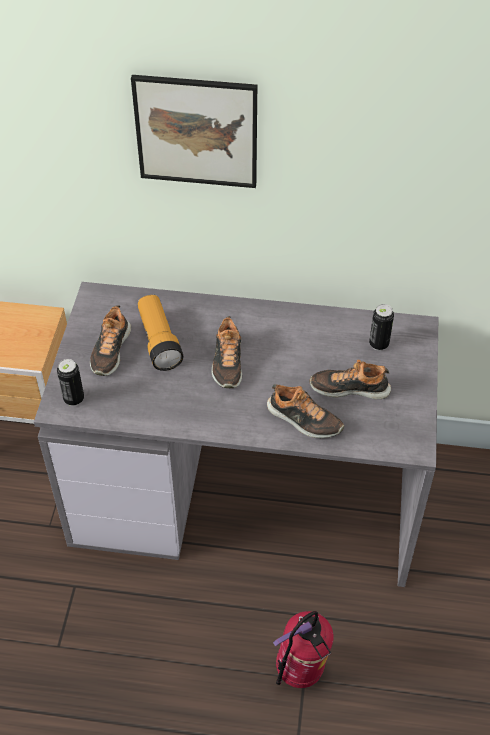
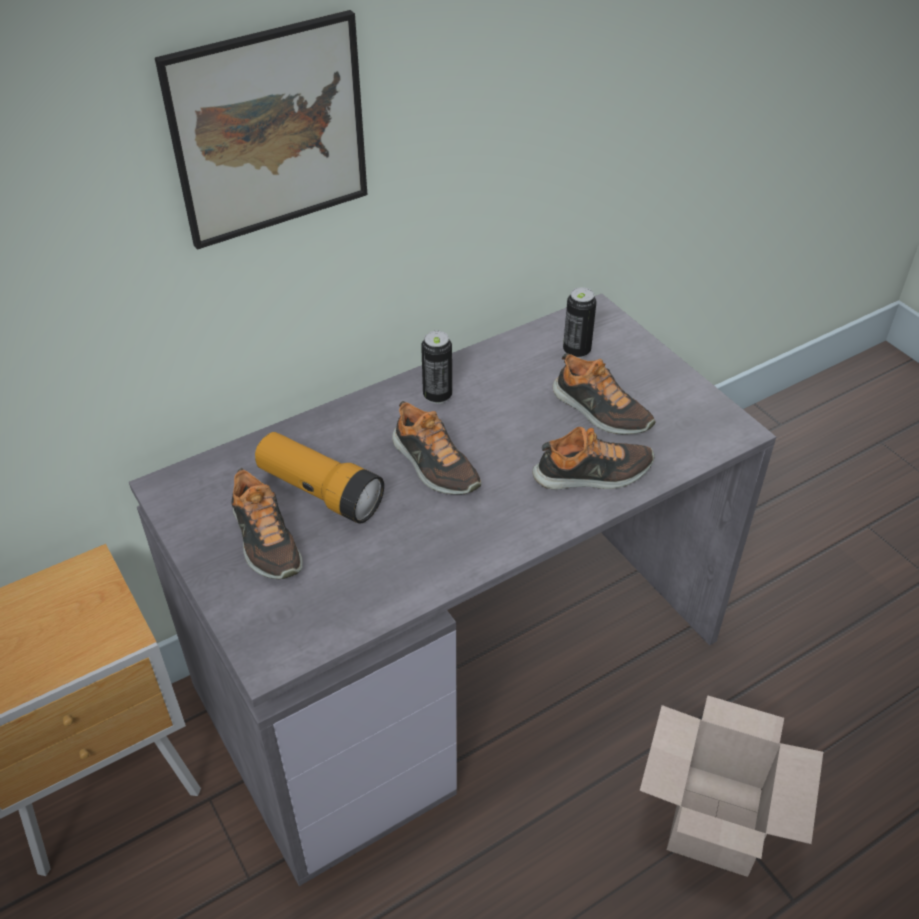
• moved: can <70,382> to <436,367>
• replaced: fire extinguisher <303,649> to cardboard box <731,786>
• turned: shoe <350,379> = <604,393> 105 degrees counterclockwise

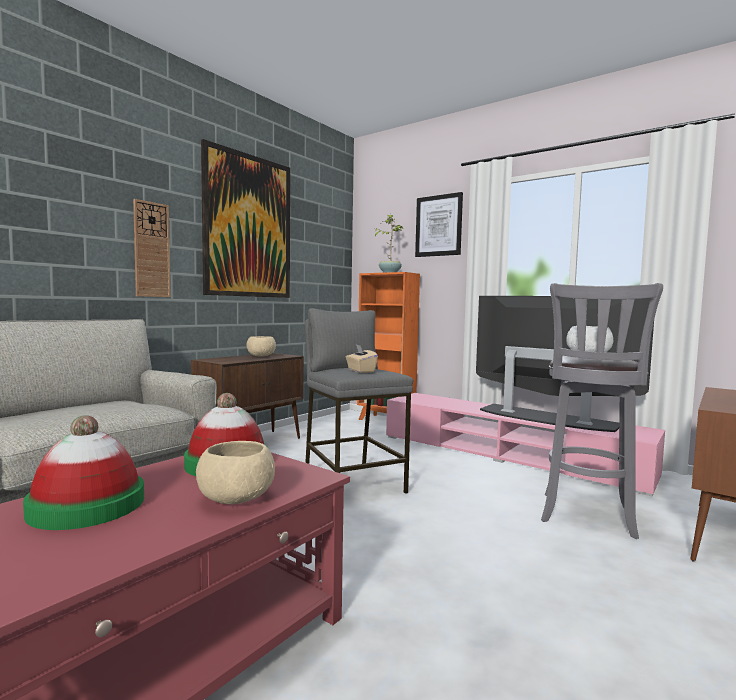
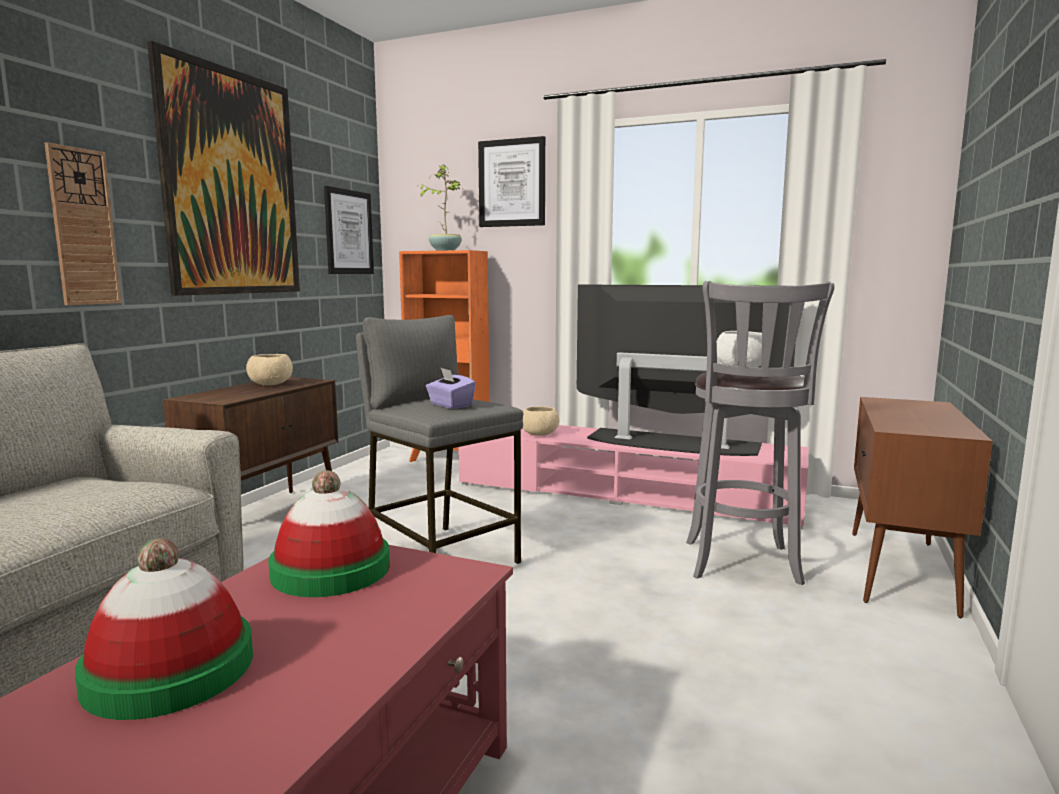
• added: picture <349,230>
• moved: beige bowl <235,472> to <540,421>
• recoloured: beige tissue box <362,358> to purple tissue box <451,388>

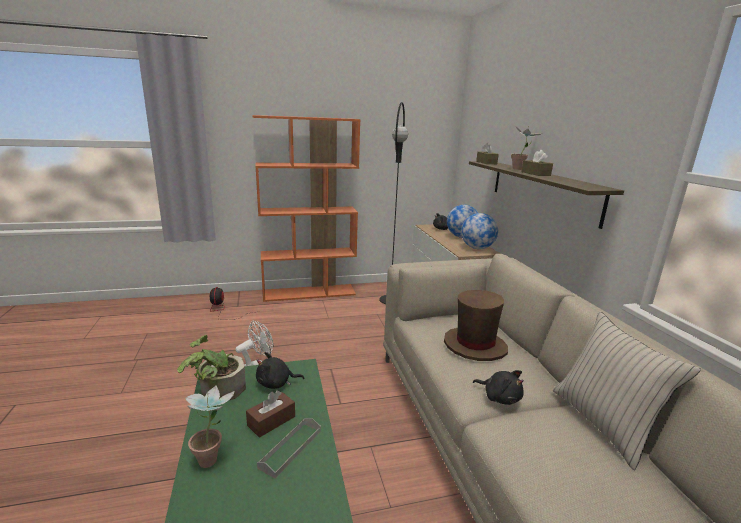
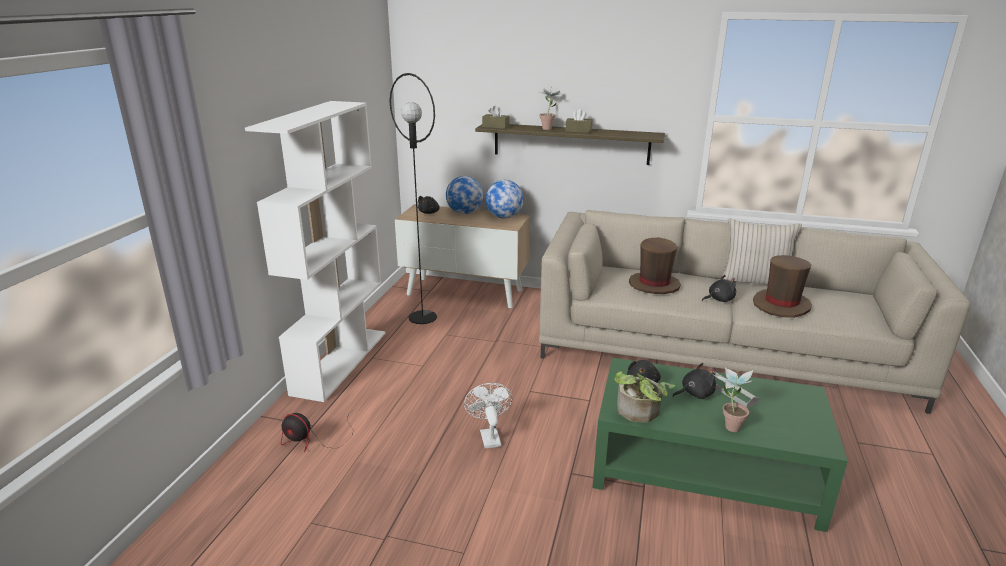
• added: brown hat <782,286>
• replaced: brown tissue box <270,414> to black plush toy <694,381>
• recoloured: orange bookcase <306,208> to white bookcase <315,251>

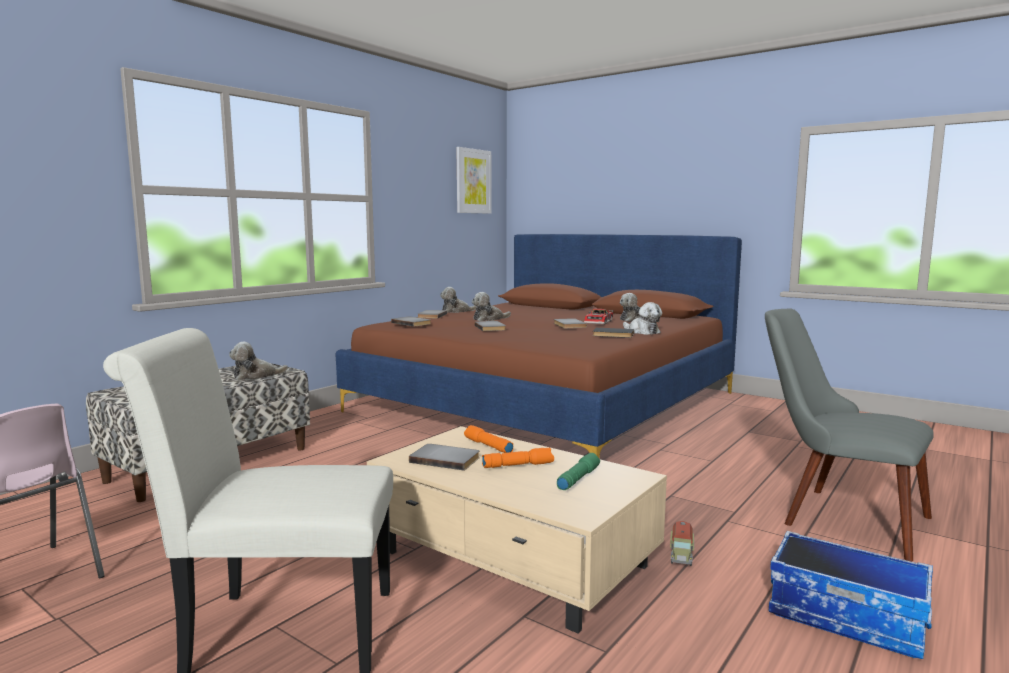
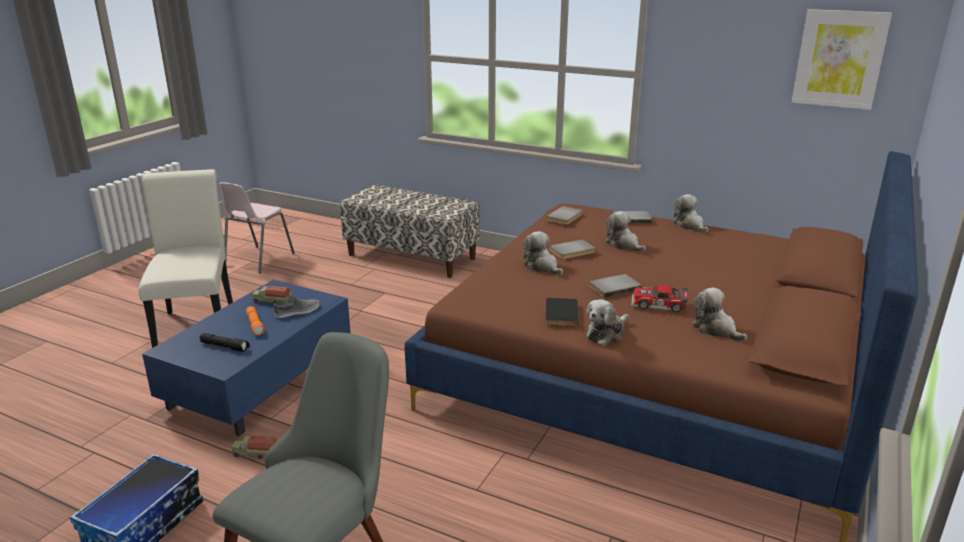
• moved: plush toy <258,361> to <543,253>
• replaced: grey book <444,457> to toy truck <272,295>
• replaced: orange flashlight <488,439> to grey shoe <296,307>
• recoloured: beige coffee table <517,530> to blue coffee table <246,358>
• recoloured: green flashlight <578,471> to black flashlight <224,342>

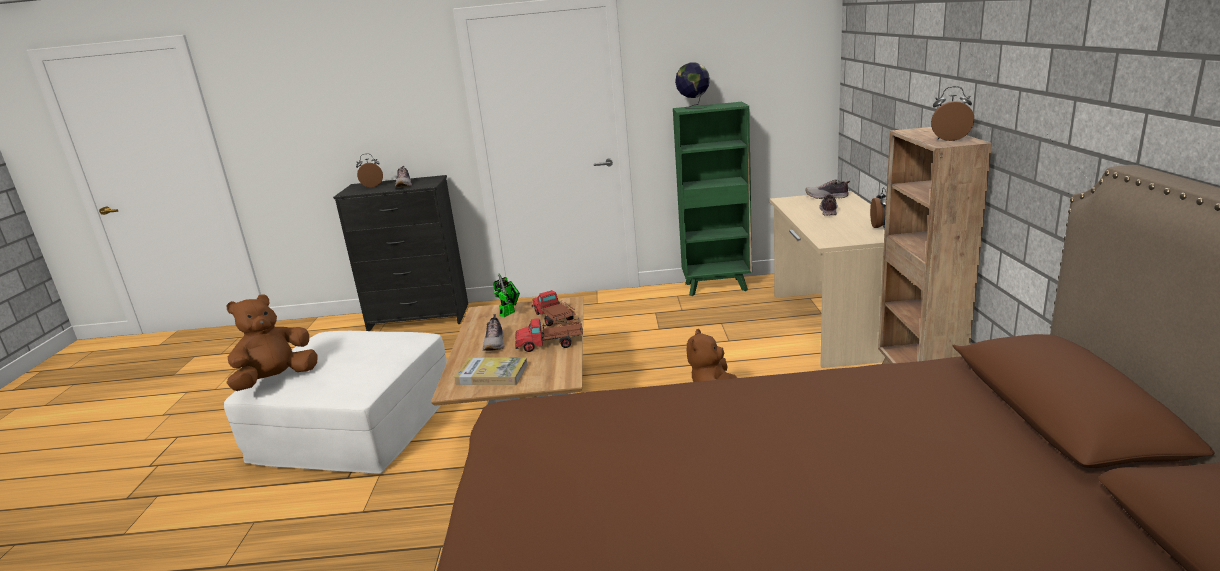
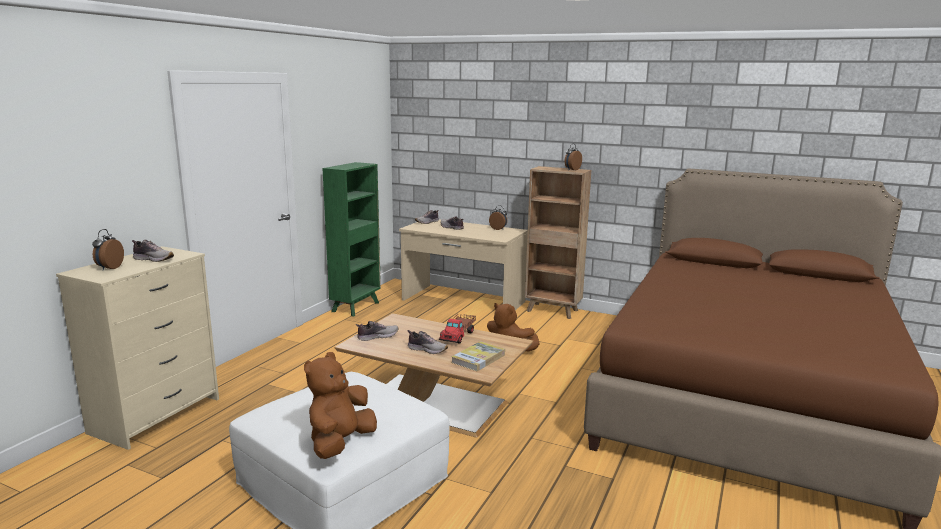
• removed: toy truck <554,308>
• removed: globe <692,85>
• replaced: toy robot <506,295> to shoe <377,331>
• recoloured: black dresser <400,253> to beige dresser <137,348>
• turned: brown plush toy <272,343> = <340,405> 45 degrees clockwise

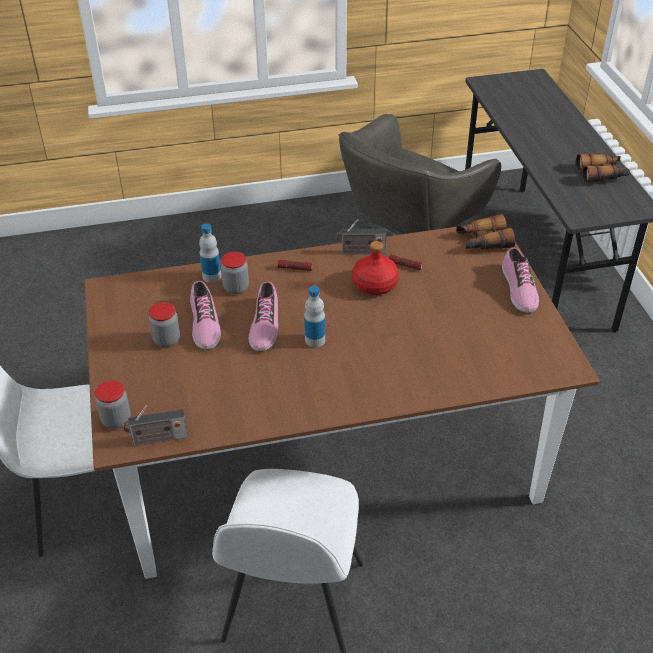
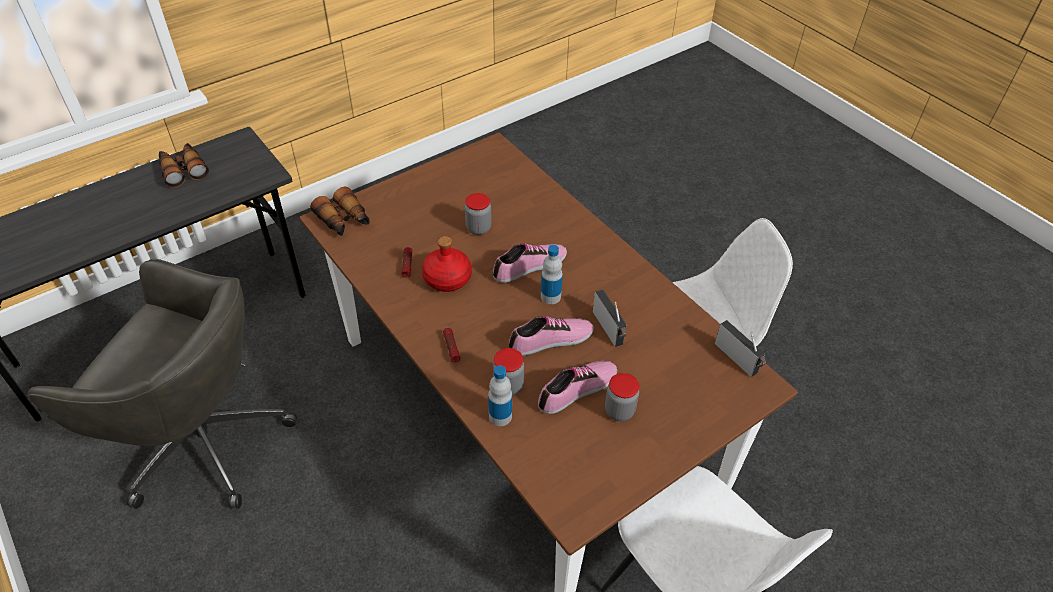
• moved: jar <113,405> to <478,214>
• moved: radio <361,236> to <609,318>
• moved: shoe <520,280> to <530,263>

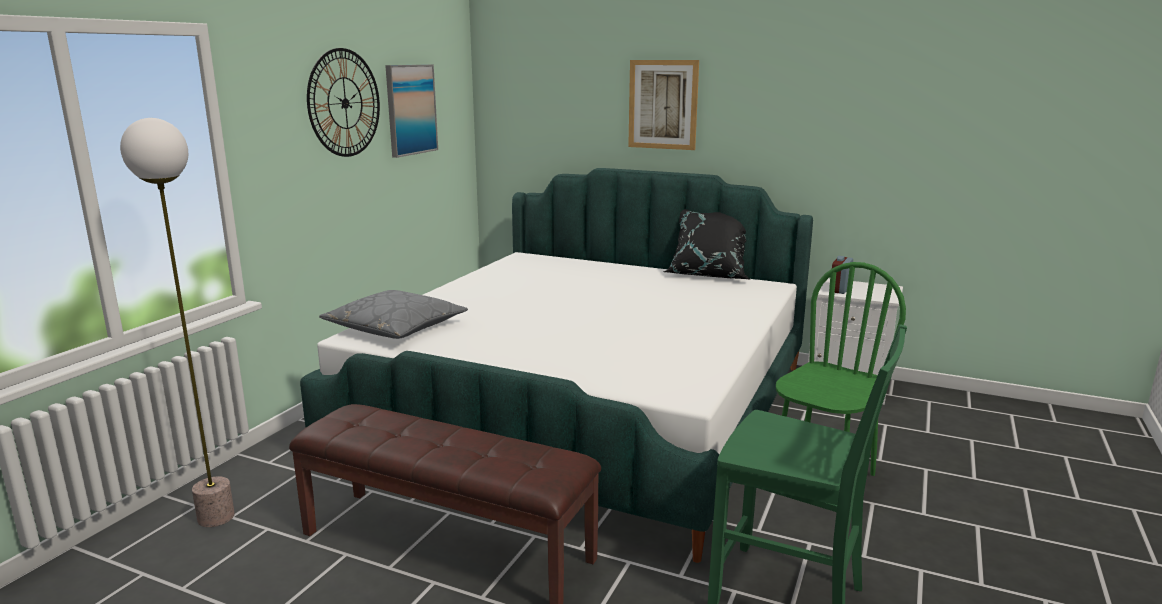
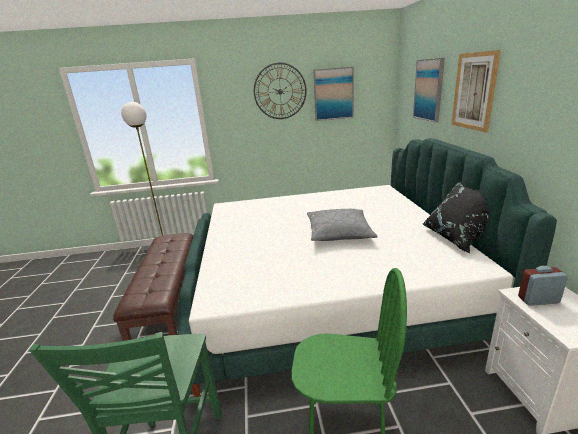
• added: picture <429,90>
• moved: grey pillow <393,314> to <342,225>

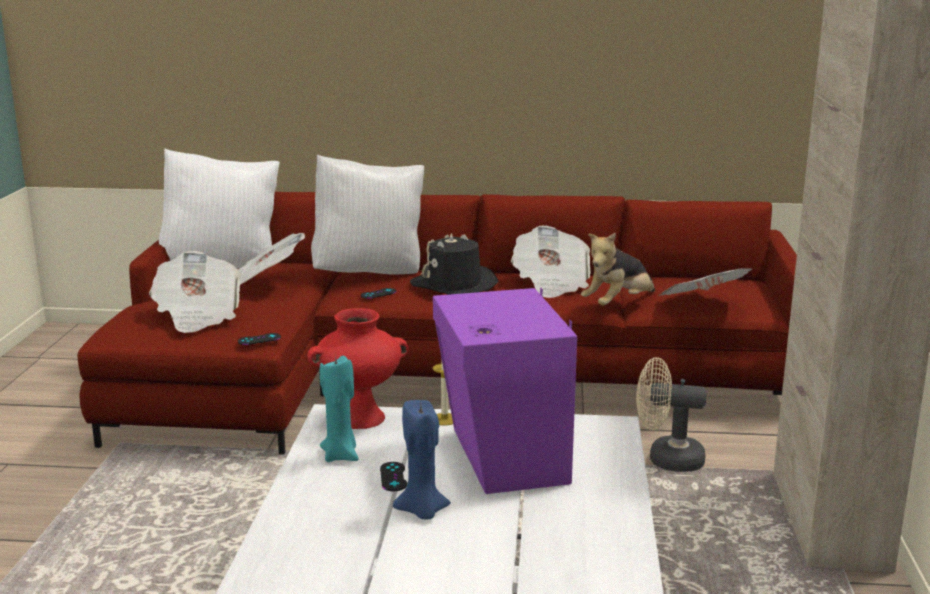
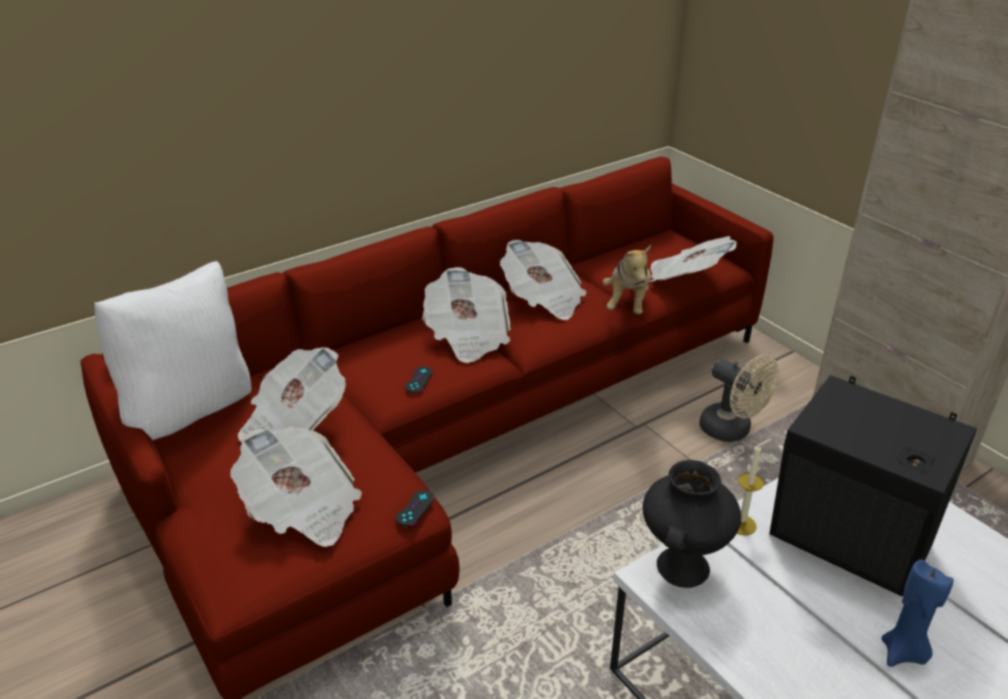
• removed: white pillow <367,214>
• removed: turquoise candle <339,408>
• removed: black game controller <393,476>
• replaced: black hat <454,264> to newspaper <466,315>
• recoloured: red vase <357,368> to black vase <691,524>
• recoloured: purple speaker <505,391> to black speaker <873,486>
• turned: beige fan <671,414> = <739,398> 105 degrees counterclockwise

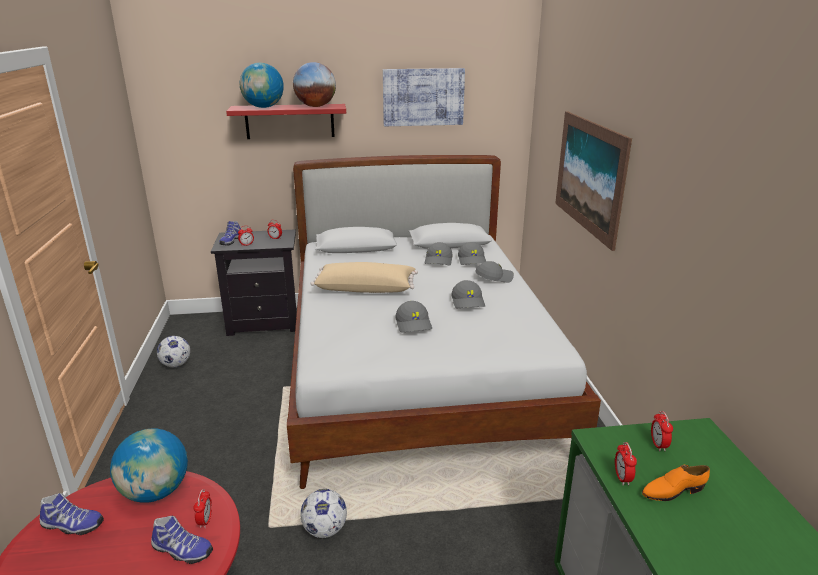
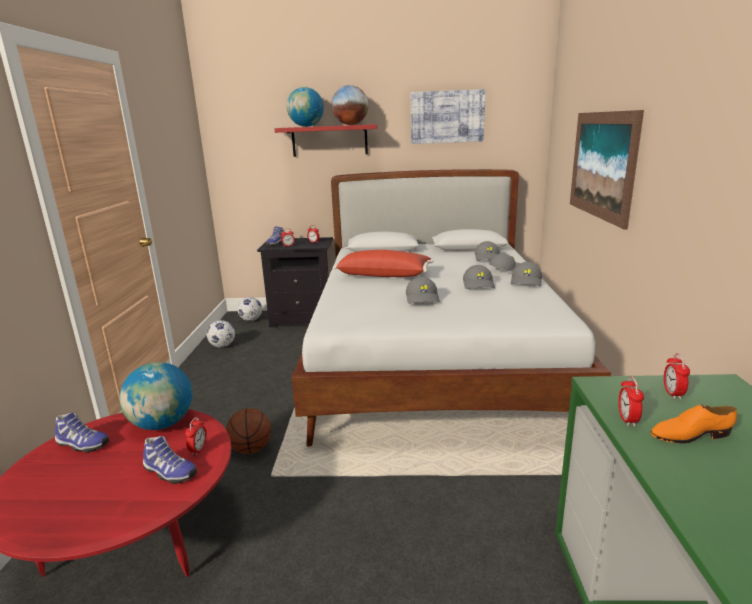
• added: basketball <248,431>
• moved: football <323,513> to <250,309>
• moved: grey cap <439,253> to <526,274>
• recoloured: beige pillow <364,277> to red pillow <383,263>

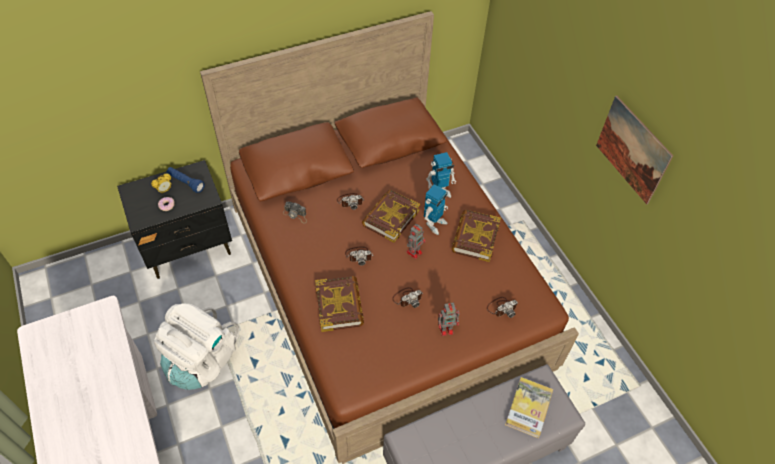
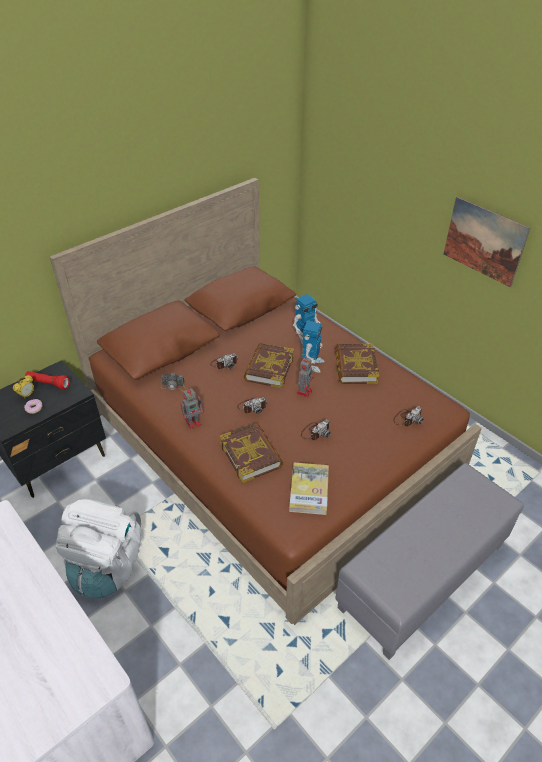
• moved: toy robot <448,319> to <192,408>
• moved: book <529,407> to <309,489>
• recoloured: blue flashlight <186,180> to red flashlight <47,380>

